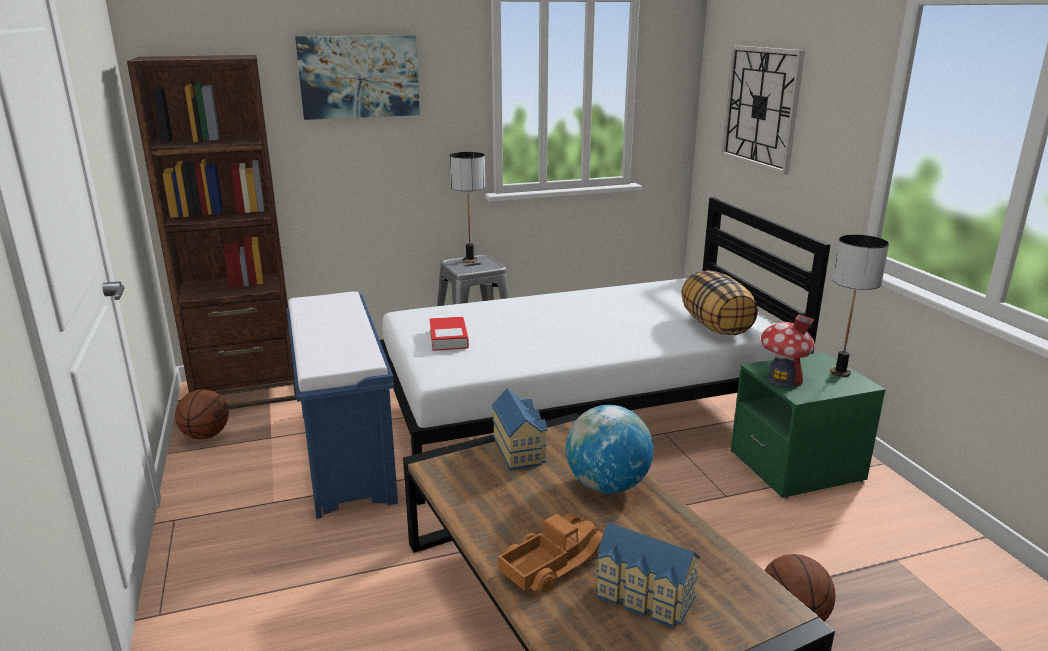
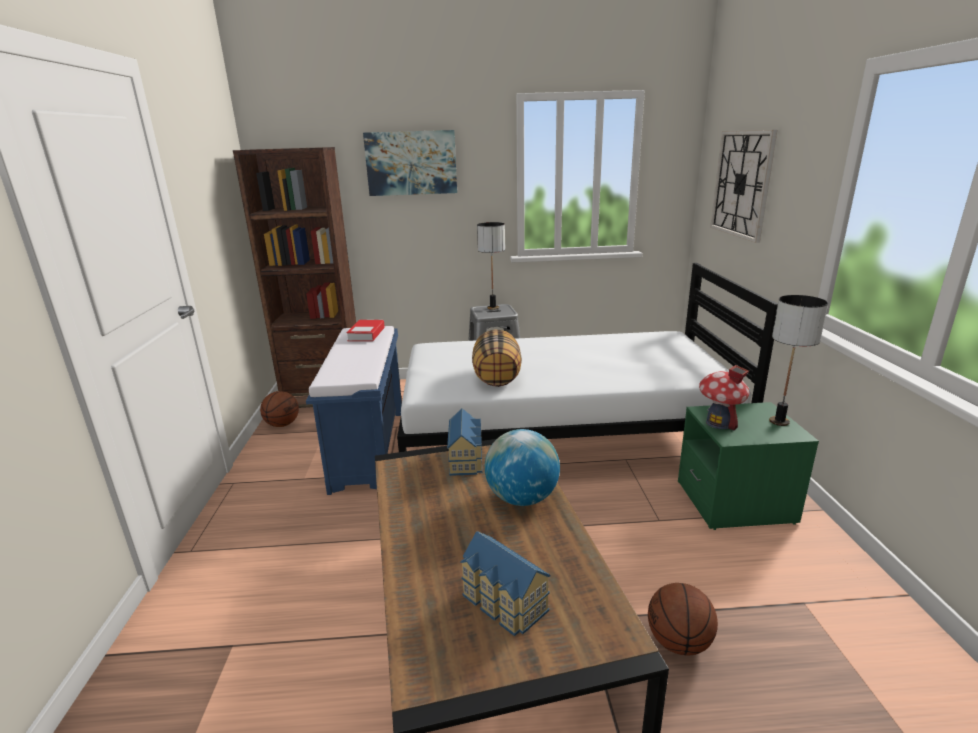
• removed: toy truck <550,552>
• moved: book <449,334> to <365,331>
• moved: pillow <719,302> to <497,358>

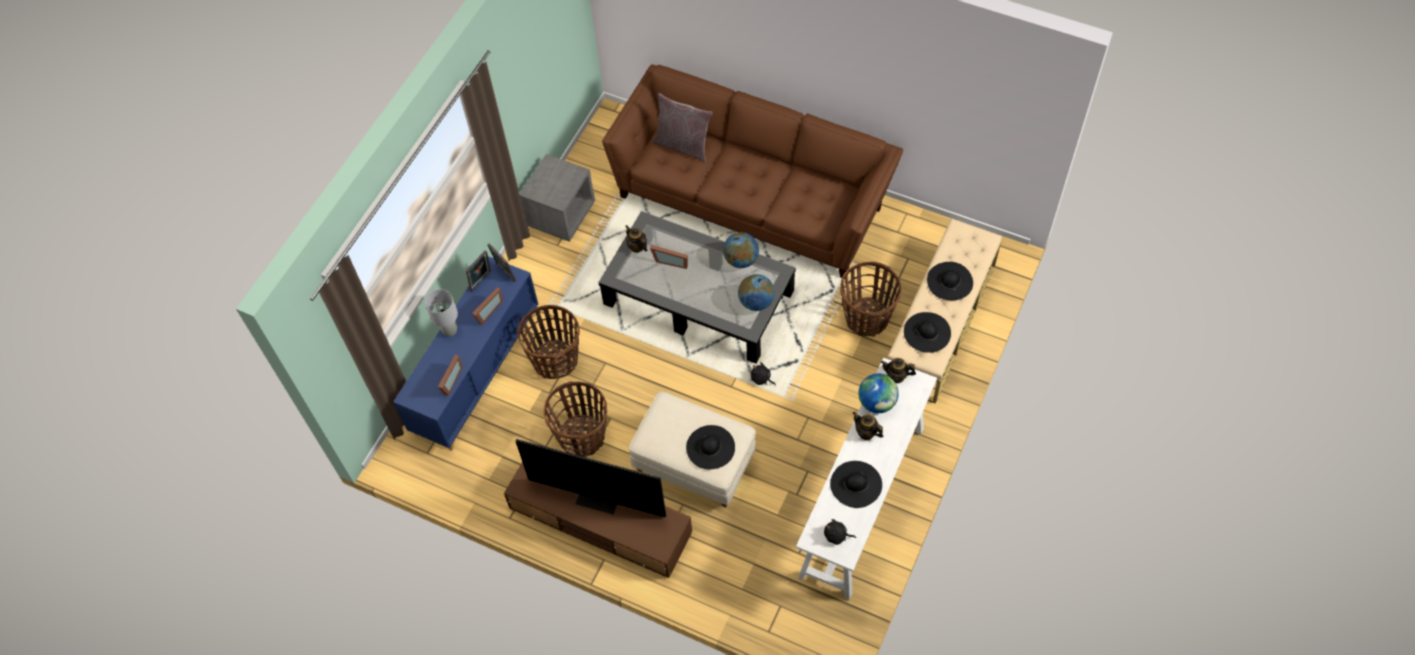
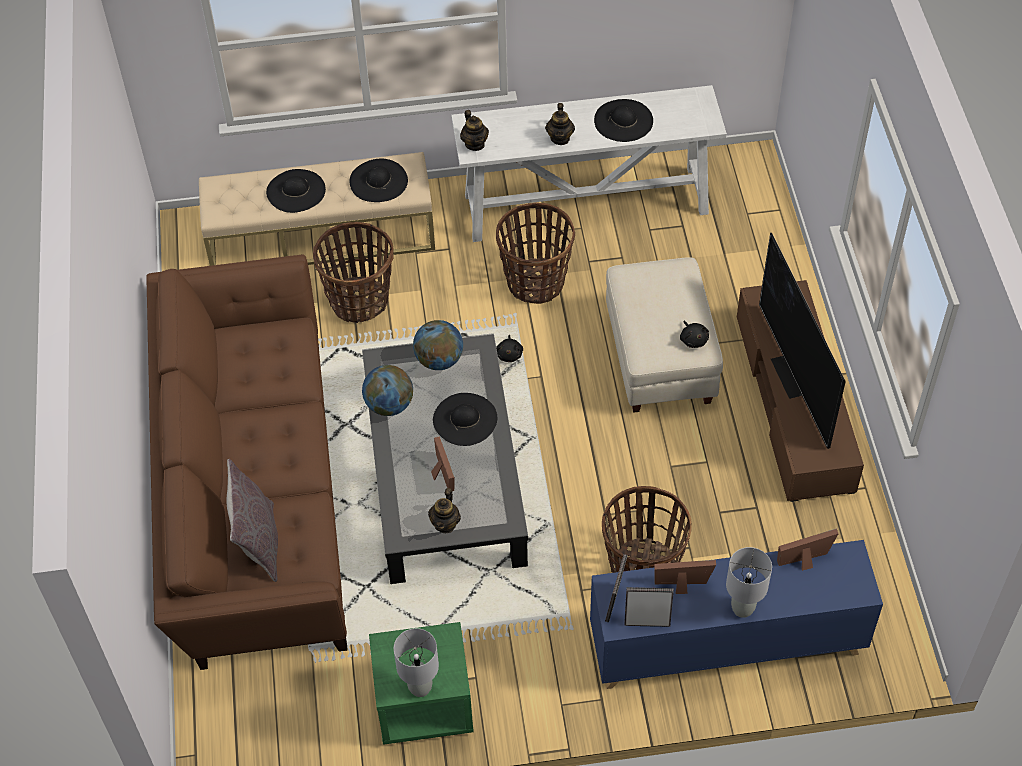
• removed: globe <878,393>
• added: grey table lamp <416,662>
• moved: basket <575,419> to <535,253>
• moved: black hat <710,447> to <465,419>
• moved: black plush toy <840,532> to <694,334>
• recoloured: grey nightstand <557,198> to green nightstand <421,683>

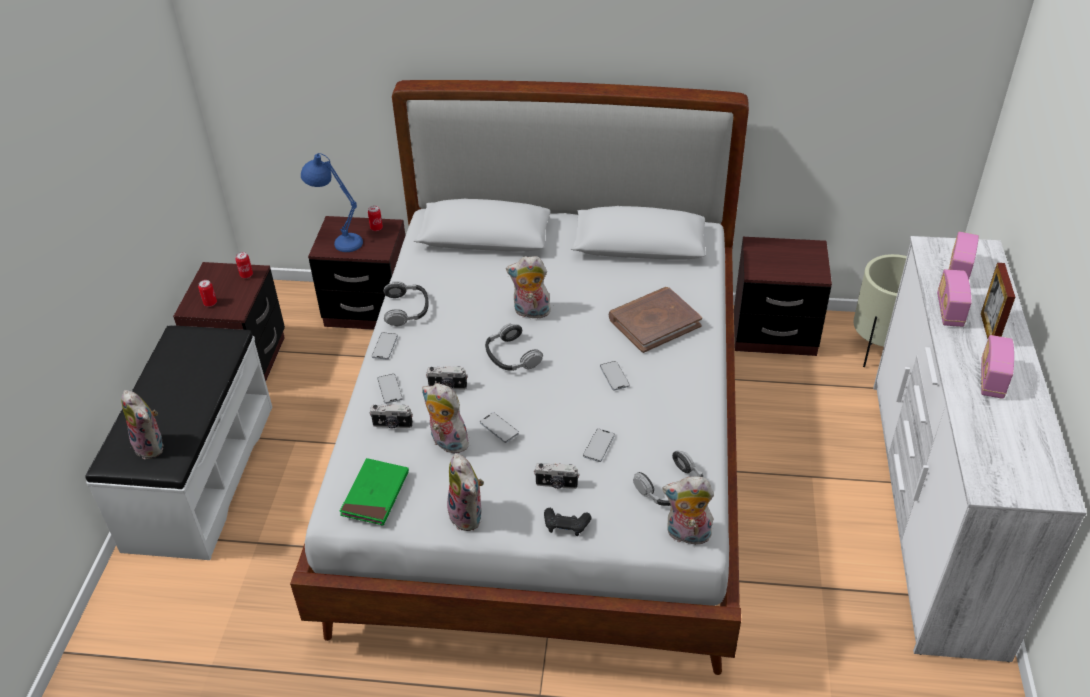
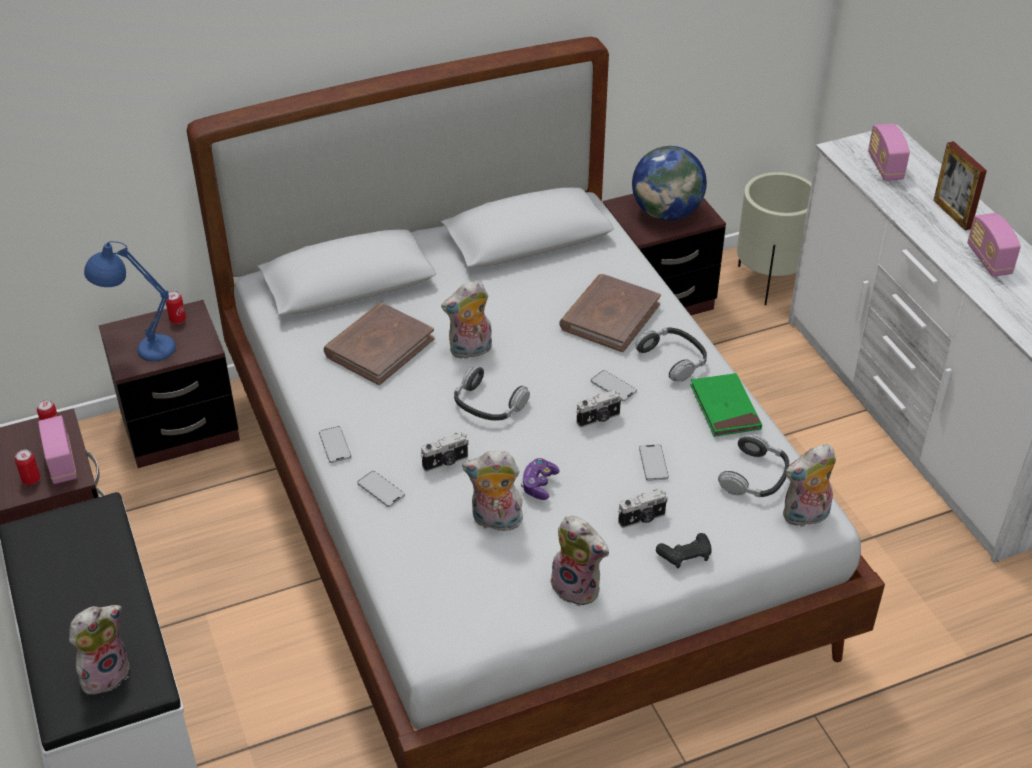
• added: brown book <379,344>
• added: globe <669,183>
• moved: green book <374,491> to <726,405>
• moved: photo camera <391,416> to <599,409>
• moved: headphones <406,304> to <671,355>
• moved: radio <954,298> to <57,450>
• replaced: phone <499,427> to game controller <540,479>
• turned: plush toy <142,424> = <99,650> 60 degrees counterclockwise

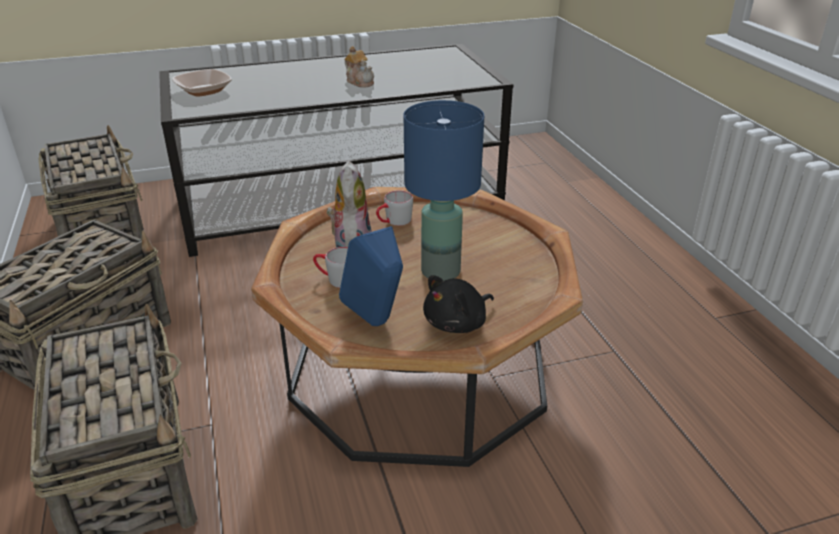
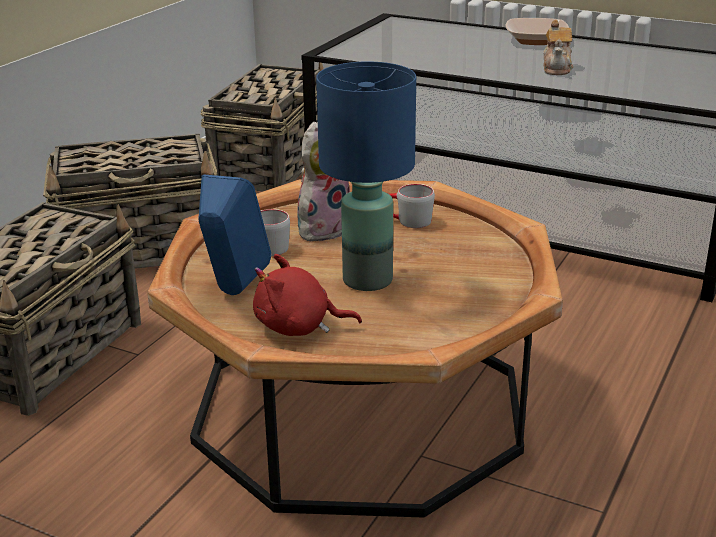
• moved: bowl <202,83> to <537,31>
• recoloured: black plush toy <458,304> to red plush toy <307,295>

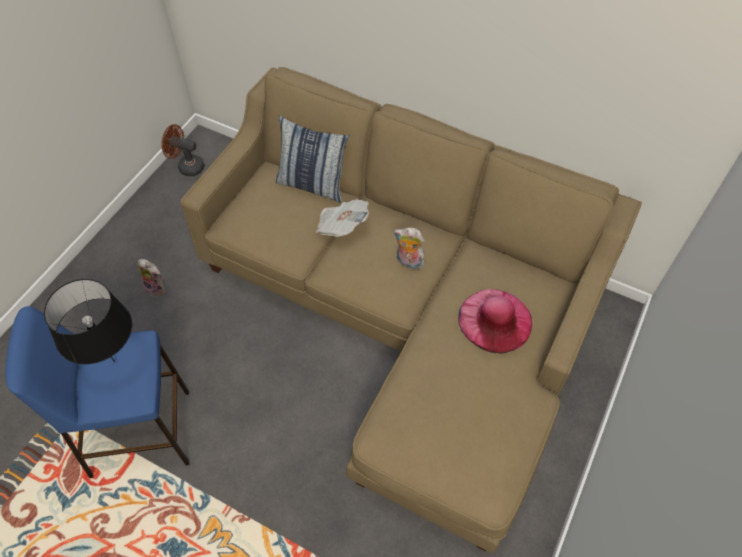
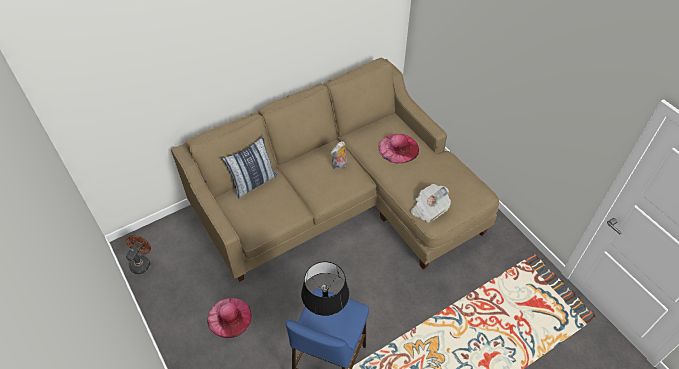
• moved: newspaper <342,218> to <431,203>
• replaced: plush toy <152,278> to pink hat <229,318>
• turned: brown fan <182,150> = <138,254> 150 degrees clockwise

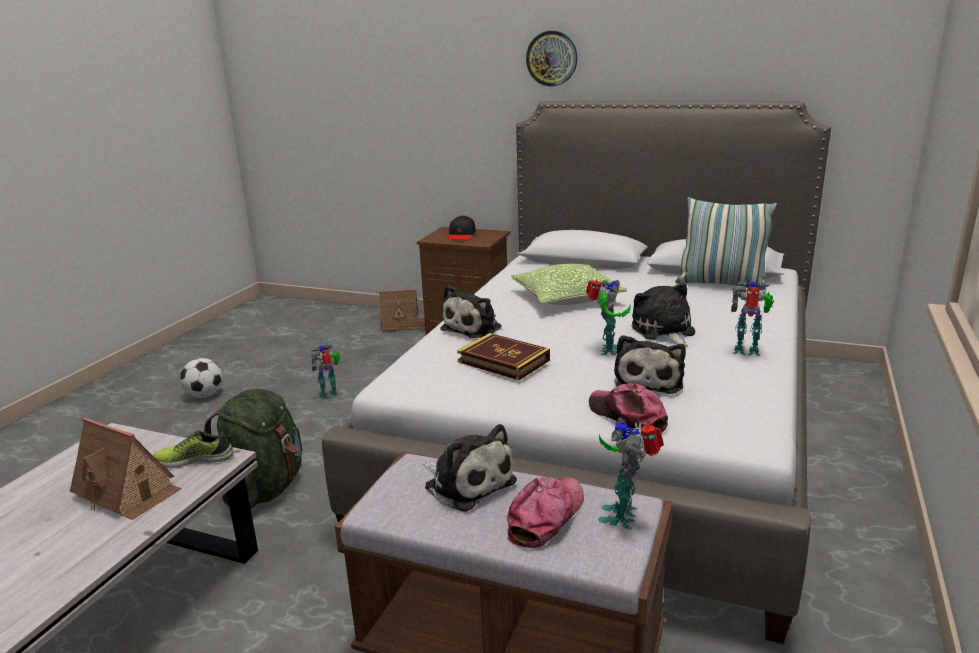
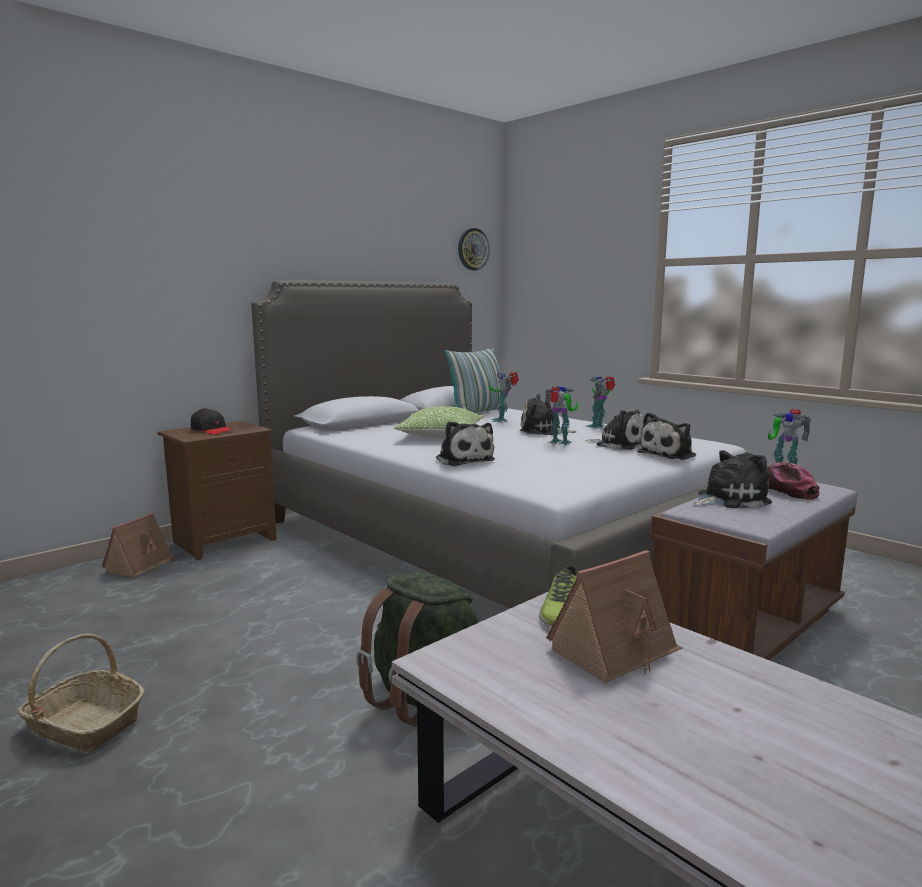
• removed: book <503,356>
• moved: toy robot <325,372> to <503,397>
• moved: wall clock <552,58> to <474,249>
• replaced: football <201,378> to basket <81,693>
• replaced: cap <628,408> to plush toy <666,436>

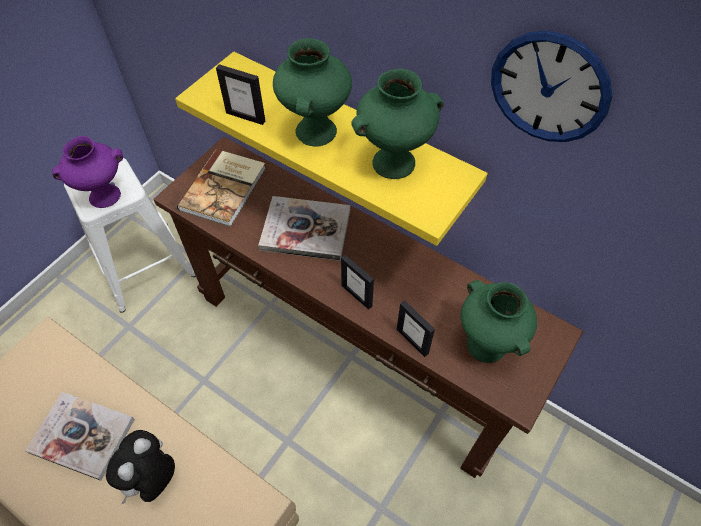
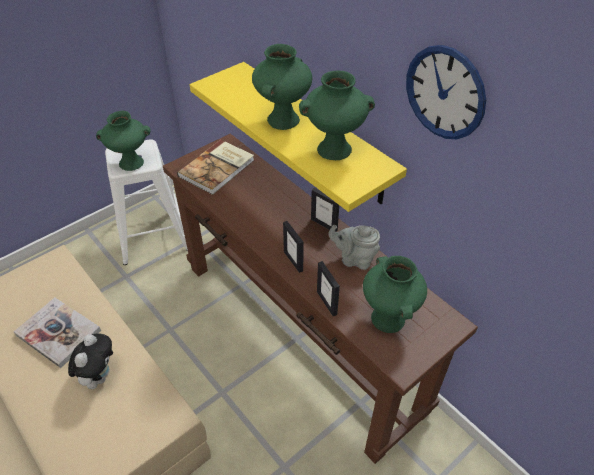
• removed: book <304,228>
• added: grey teapot <354,247>
• moved: picture frame <240,94> to <325,210>
• recoloured: purple vase <88,172> to green vase <123,140>
• turned: plush toy <140,467> = <90,361> 150 degrees clockwise

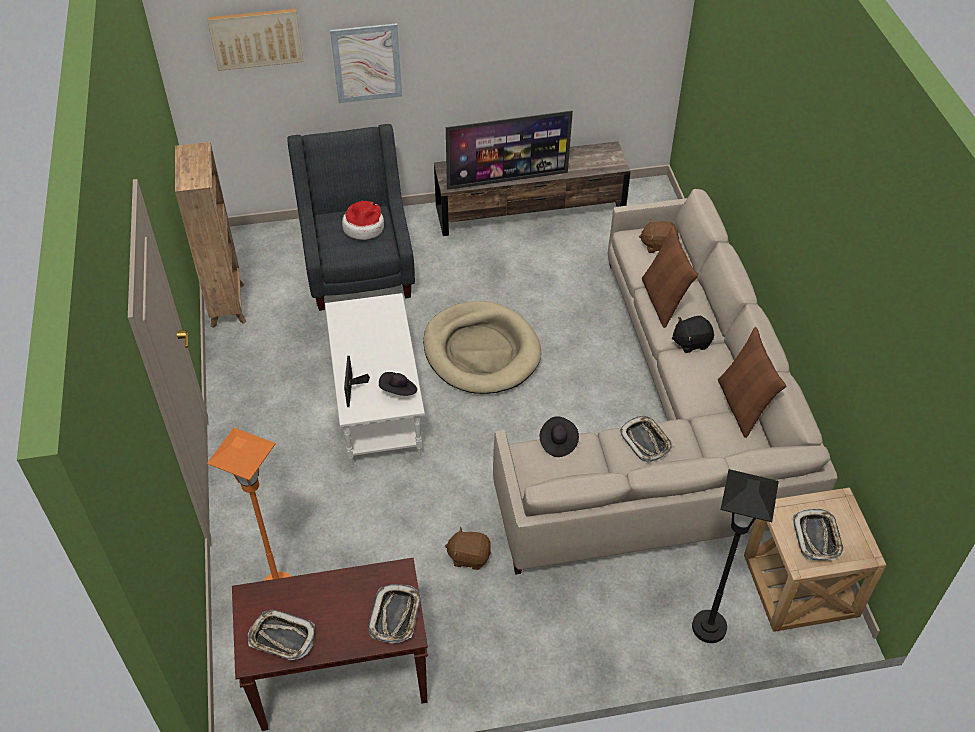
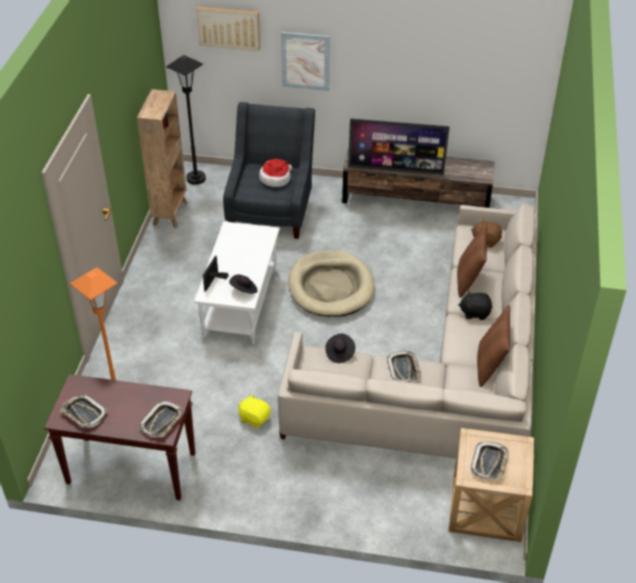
• moved: black floor lamp <735,556> to <186,120>
• recoloured: brown plush toy <468,548> to yellow plush toy <255,411>

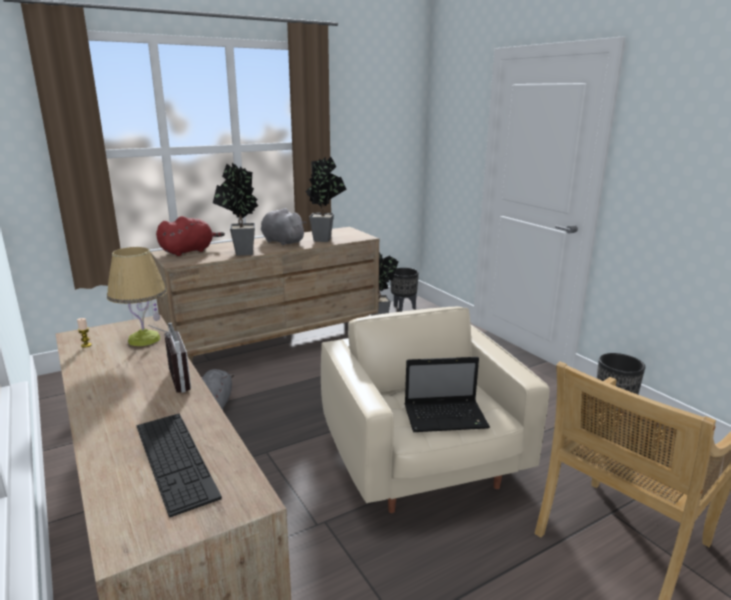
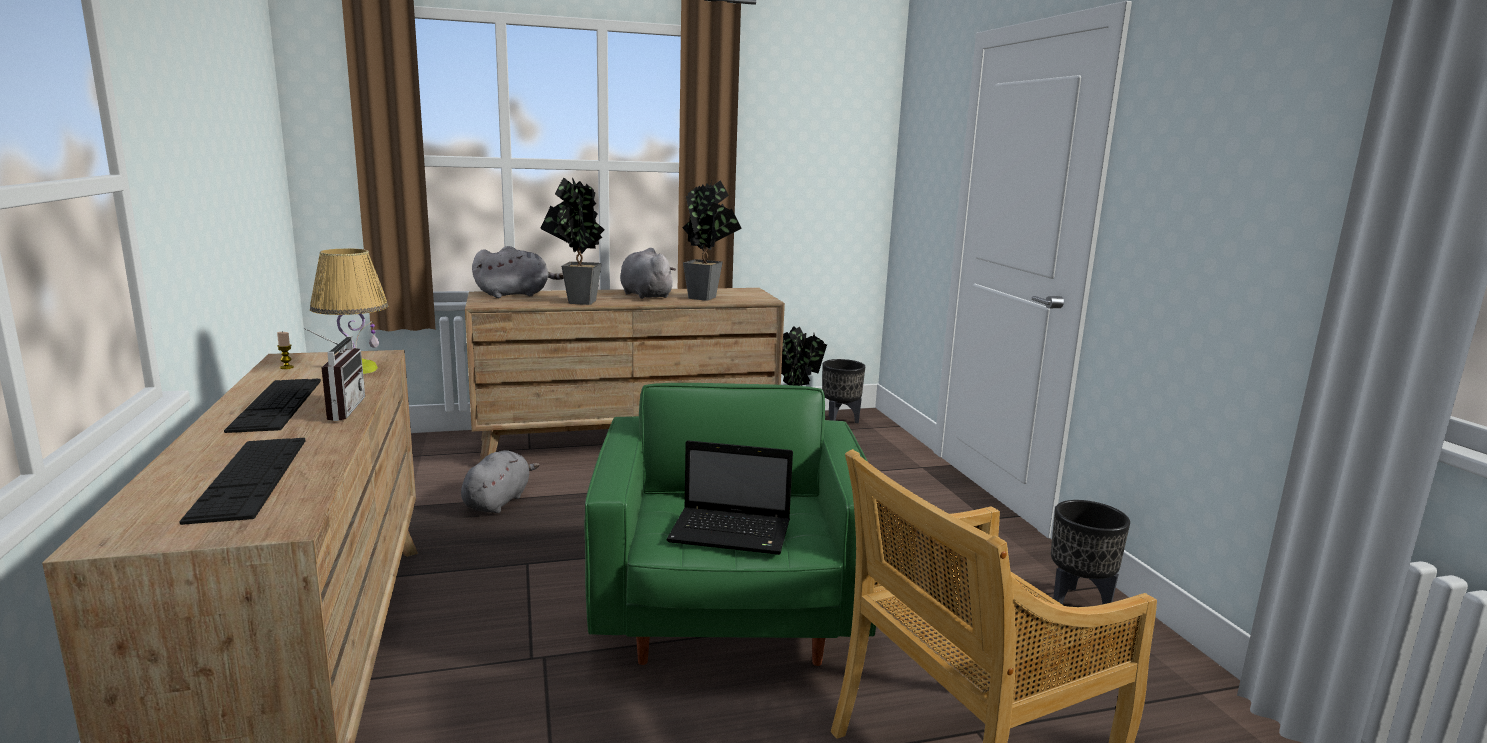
• added: keyboard <272,406>
• recoloured: red plush toy <190,236> to grey plush toy <518,272>
• recoloured: beige armchair <435,410> to green armchair <730,524>

